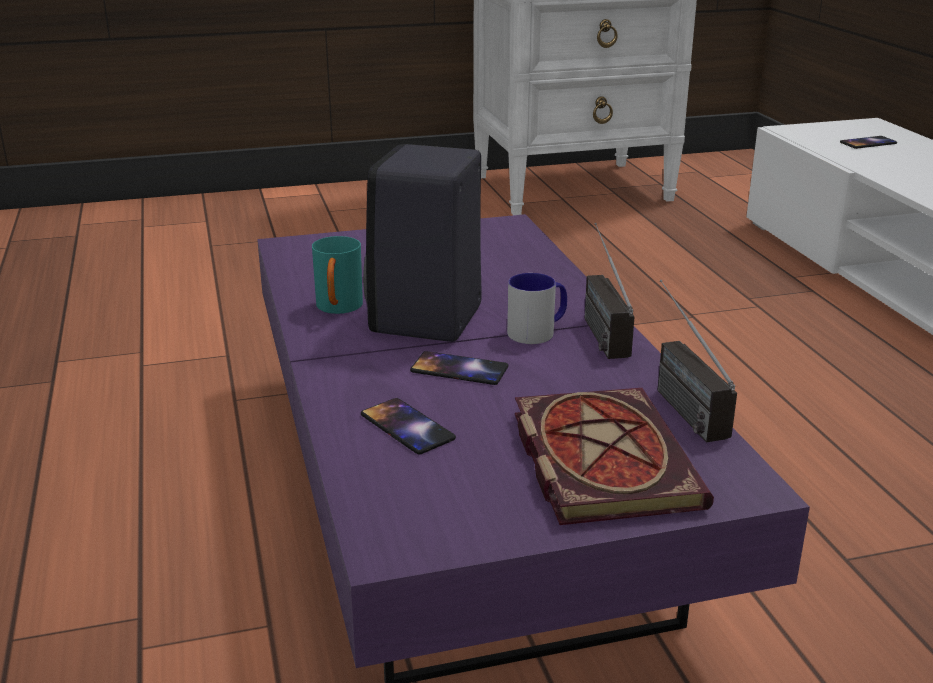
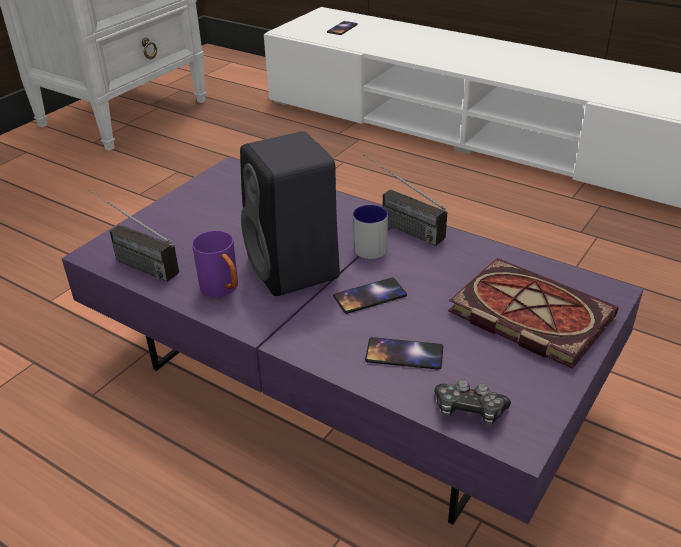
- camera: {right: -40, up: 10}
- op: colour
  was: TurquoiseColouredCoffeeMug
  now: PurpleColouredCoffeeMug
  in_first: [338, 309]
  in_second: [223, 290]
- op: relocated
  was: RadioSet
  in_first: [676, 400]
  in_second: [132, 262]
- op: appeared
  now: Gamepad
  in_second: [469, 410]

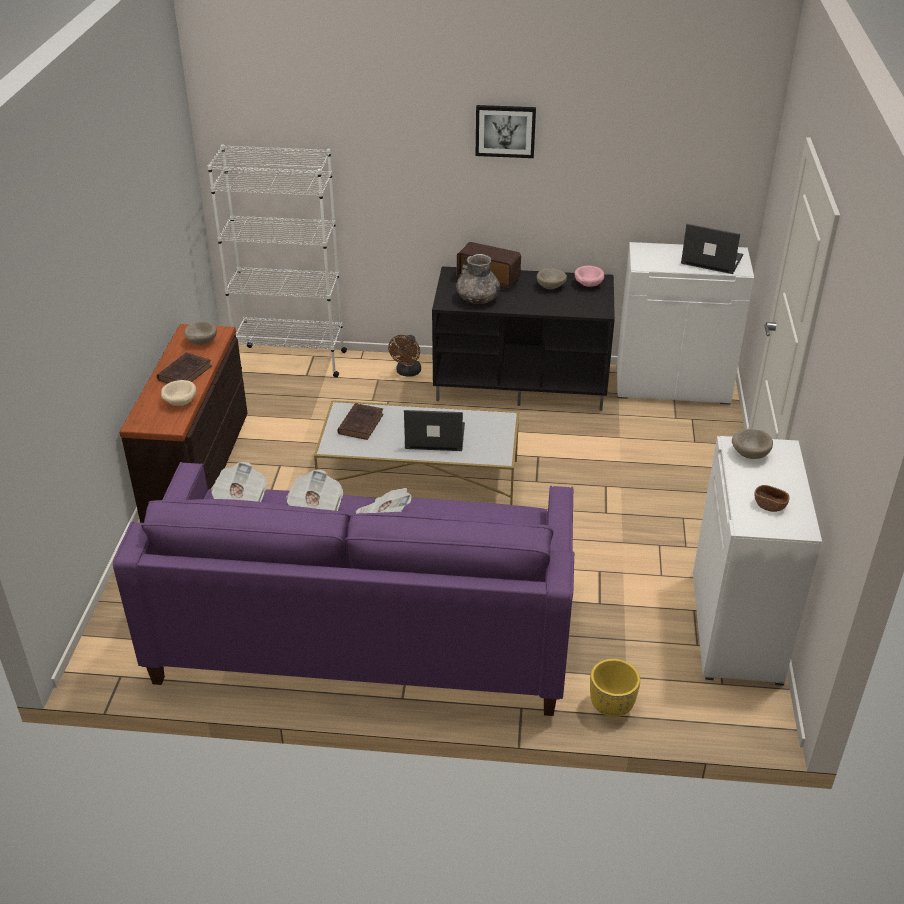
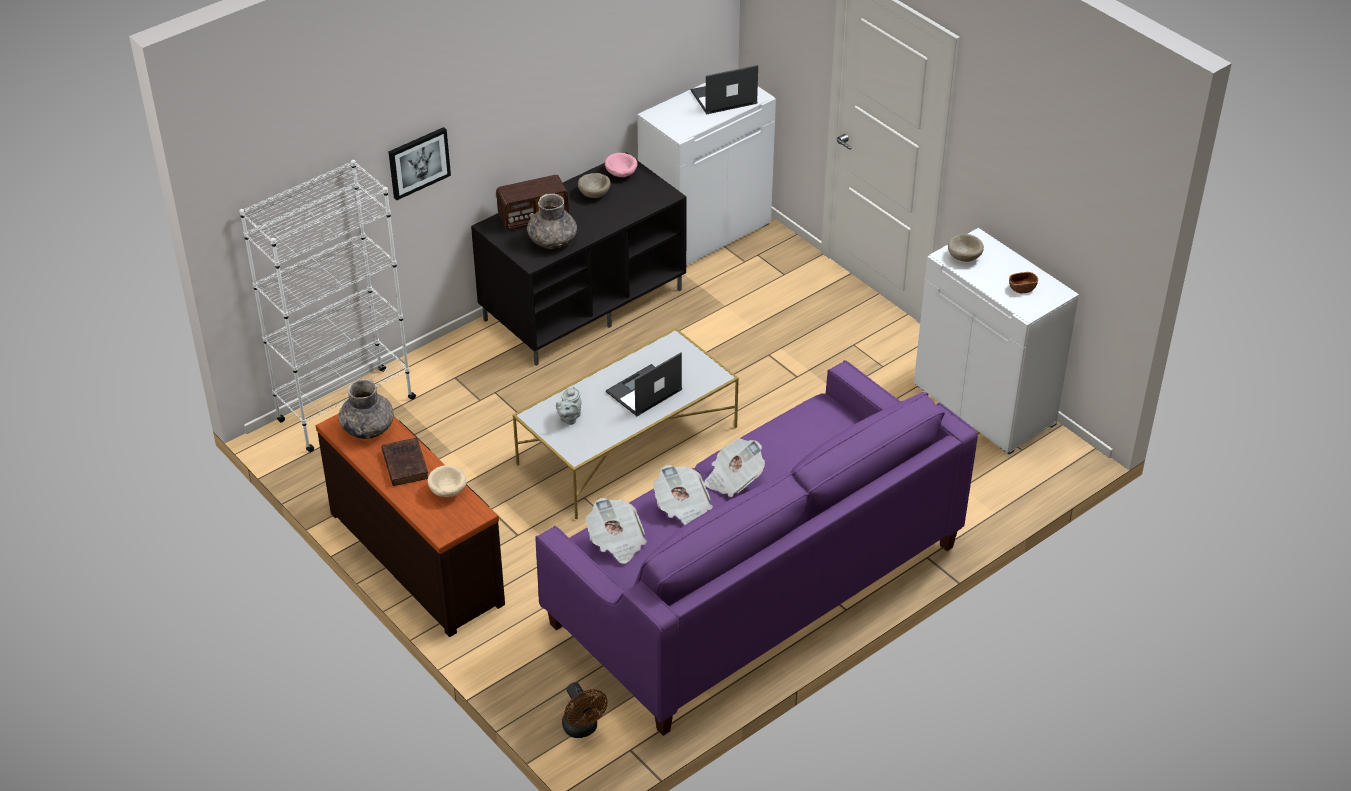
- camera: {right: -45, up: 5}
- op: relocated
  was: WallPicture
  in_first: [505, 131]
  in_second: [418, 162]
- op: exchanged
  was: SandColouredDeepDish
  now: GreyVase
  in_first: [201, 341]
  in_second: [367, 428]
- op: relocated
  was: BrownishCoolingFan
  in_first: [407, 373]
  in_second: [582, 729]
- op: exchanged
  was: BrownishBoundBook
  now: GreyTeaPot
  in_first: [361, 423]
  in_second: [569, 418]
- op: missing
  was: YellowColouredFlowerPot
  in_first: [611, 707]

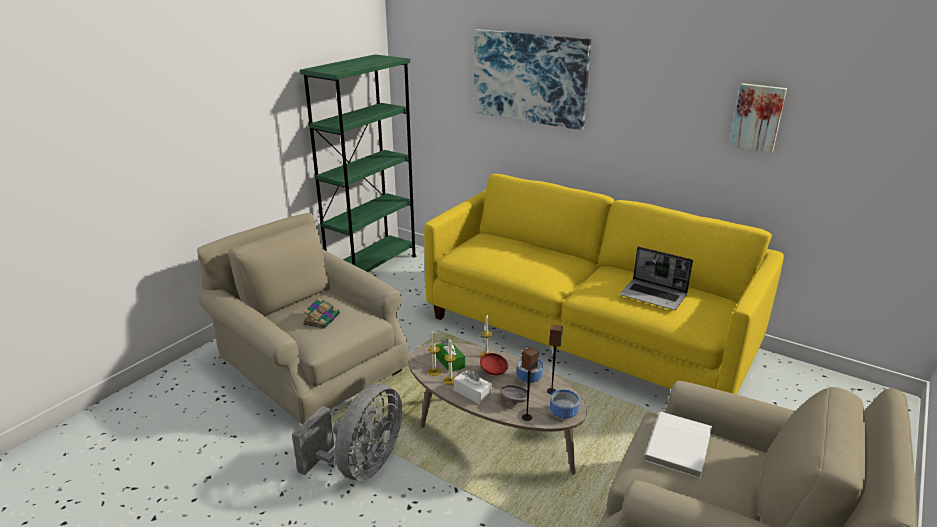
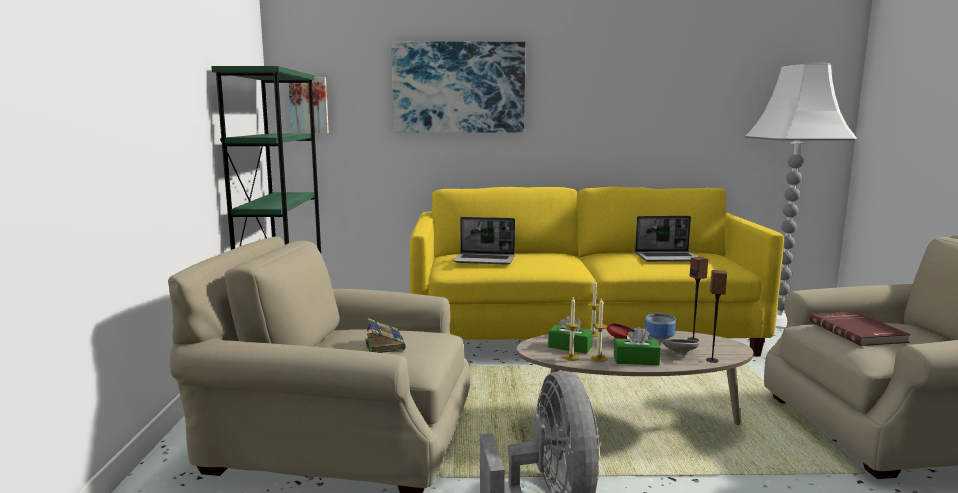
- camera: {right: -35, up: -15}
- op: relocated
  was: WallPicture
  in_first: [757, 117]
  in_second: [309, 105]
- op: colour
  was: WhiteColouredBoxOfTissues
  now: GreenishBoxOfTissues
  in_first: [472, 393]
  in_second: [636, 360]
- op: missing
  was: DeepDish
  in_first: [564, 414]
- op: colour
  was: WhiteColouredBoundBook
  now: ReddishBoundBook
  in_first: [679, 446]
  in_second: [858, 331]
- op: appeared
  now: WhiteColouredStandingLamp
  in_second: [779, 321]
- op: appeared
  now: NotebookComputer
  in_second: [485, 260]

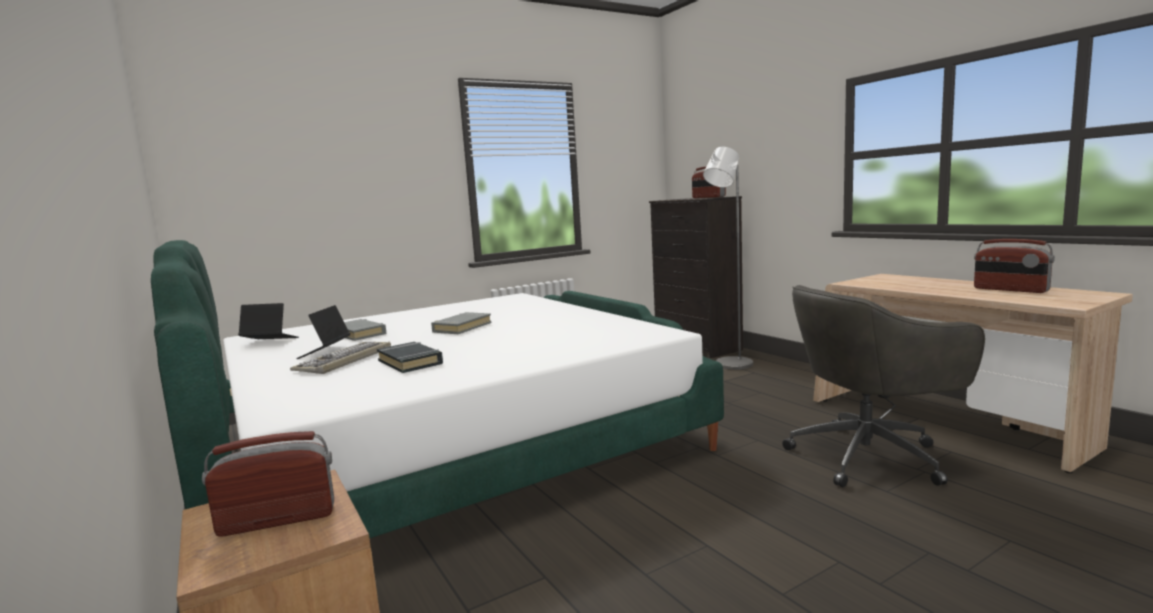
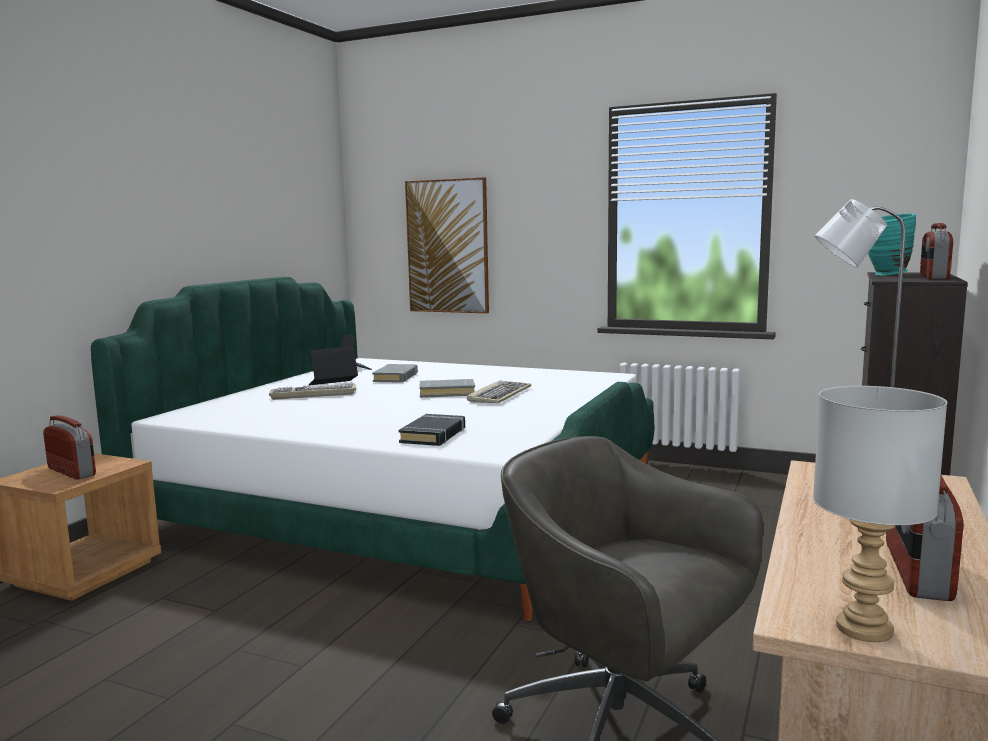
- camera: {right: 55, up: 0}
- op: relocated
  was: BlackBoundBook
  in_first: [410, 362]
  in_second: [433, 435]
- op: appeared
  now: WallPicture
  in_second: [448, 246]
- op: appeared
  now: TurquoiseColouredVase
  in_second: [884, 275]
- op: appeared
  now: ComputerKeyboard
  in_second: [499, 395]
- op: appeared
  now: GreyLampForATable
  in_second: [865, 628]

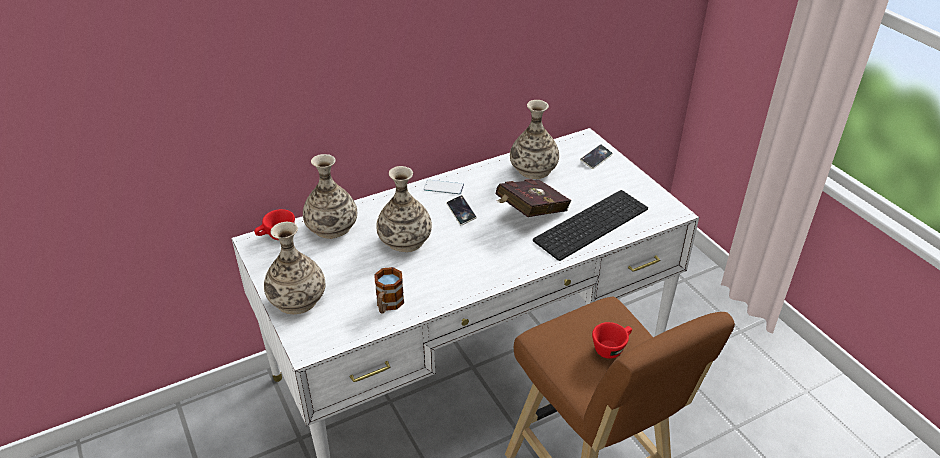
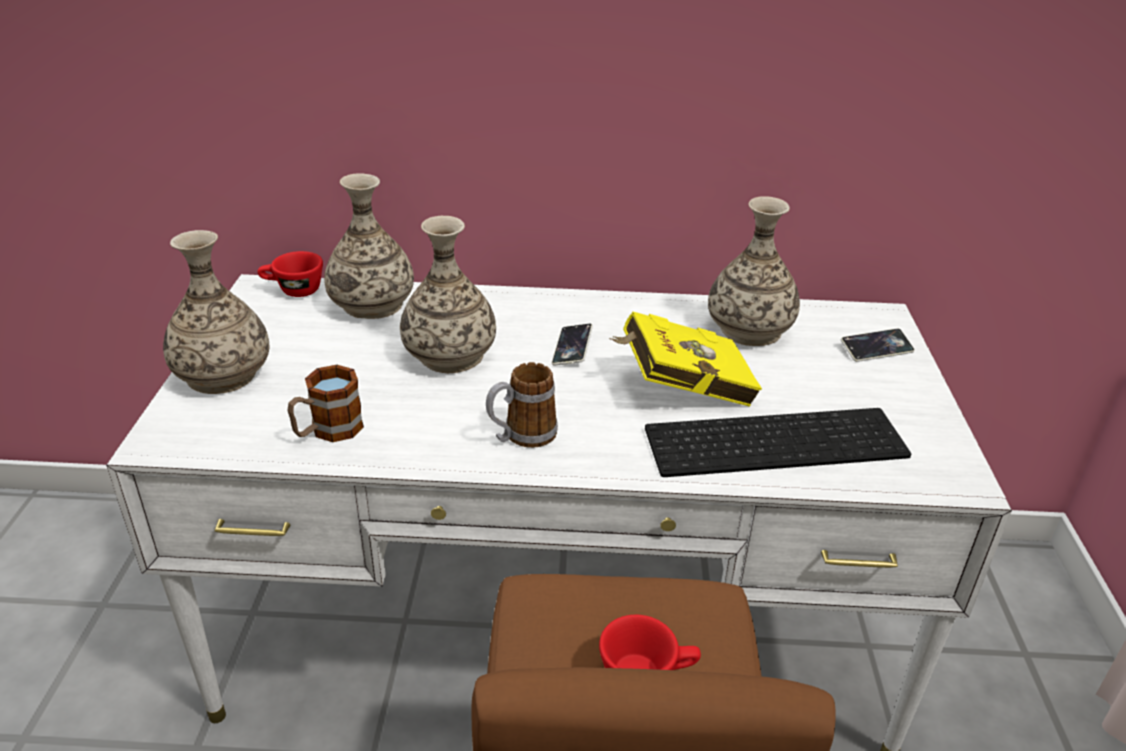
- camera: {right: 30, up: -5}
- op: colour
  was: ReddishBoundBook
  now: YellowColouredBoundBook
  in_first: [529, 213]
  in_second: [680, 387]
- op: missing
  was: Phone
  in_first: [443, 187]
- op: appeared
  now: CoffeeMug
  in_second: [521, 437]

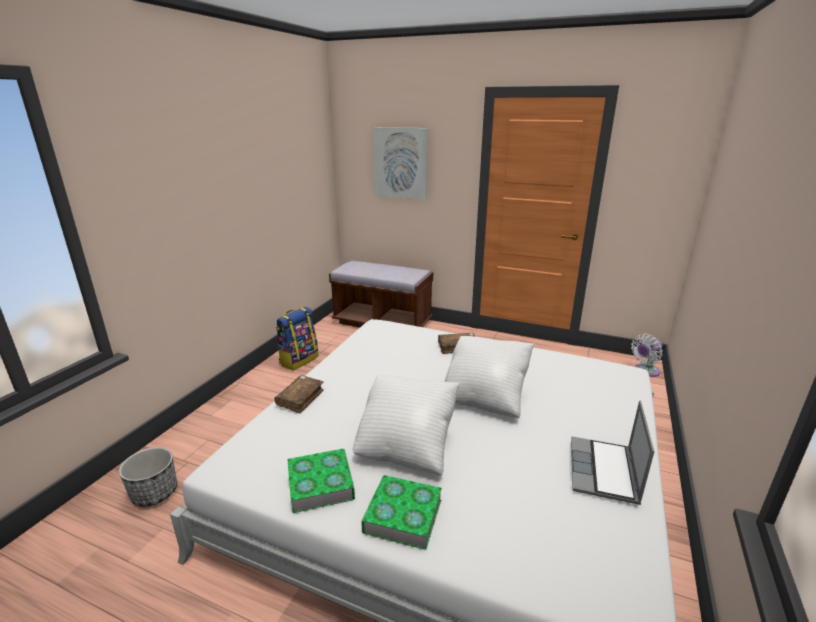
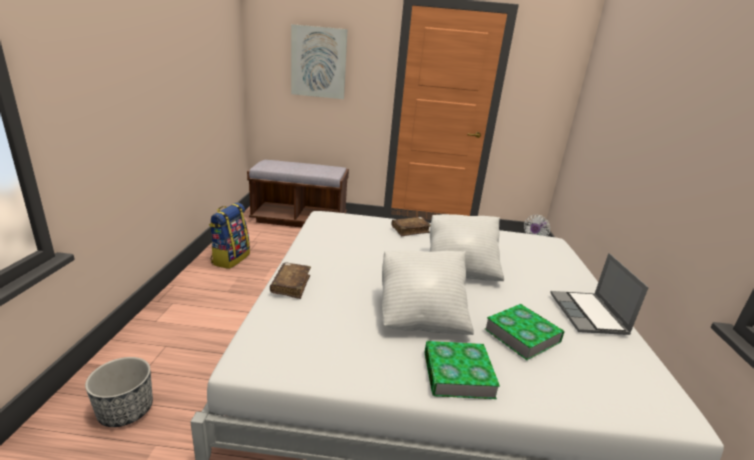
- camera: {right: -20, up: 0}
- op: relocated
  was: BoundBook
  in_first: [320, 484]
  in_second: [522, 335]

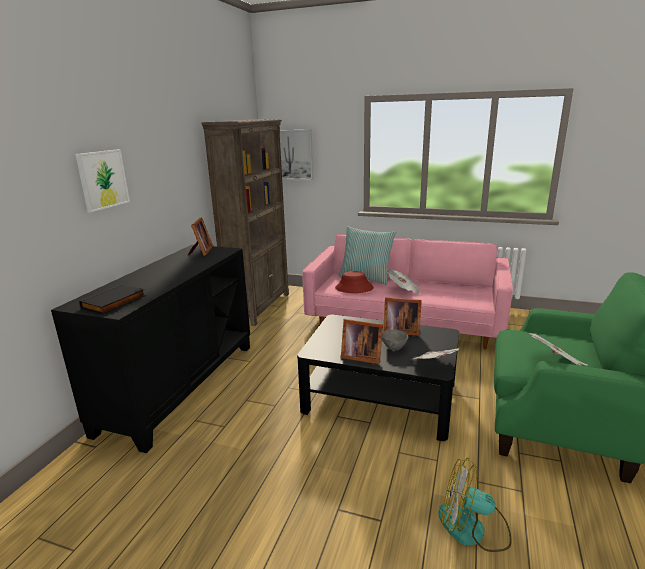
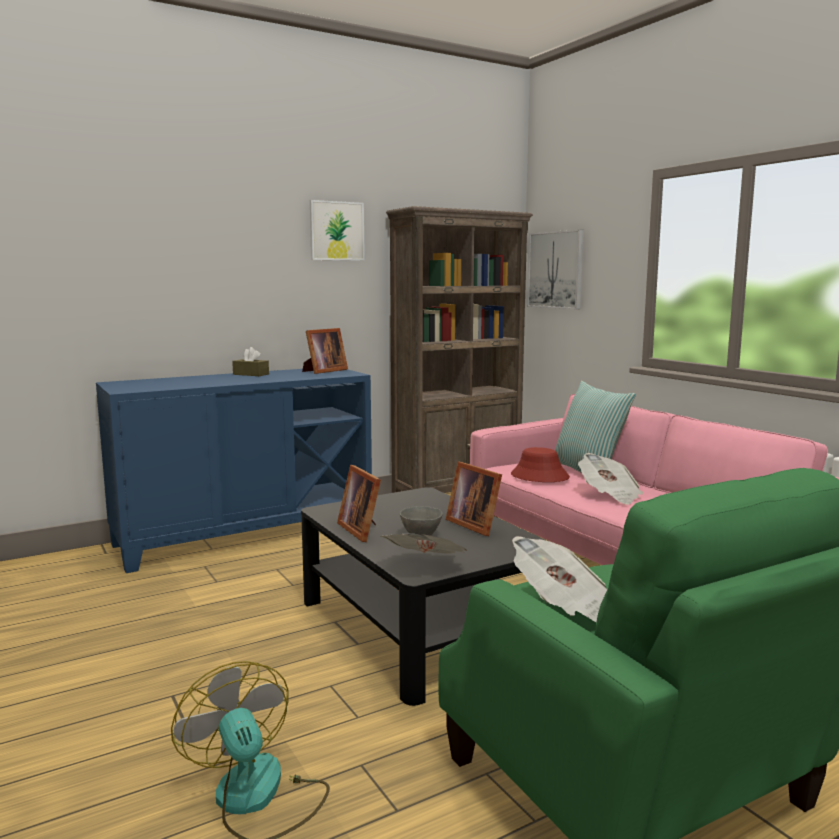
- camera: {right: 40, up: -10}
- op: relocated
  was: WallPicture
  in_first: [103, 179]
  in_second: [337, 231]
- op: colour
  was: BlackCabinet
  now: BlueCabinet
  in_first: [180, 385]
  in_second: [245, 535]
- op: missing
  was: BlackBoundBook
  in_first: [114, 302]
- op: appeared
  now: BrownishBoxOfTissues
  in_second: [251, 374]

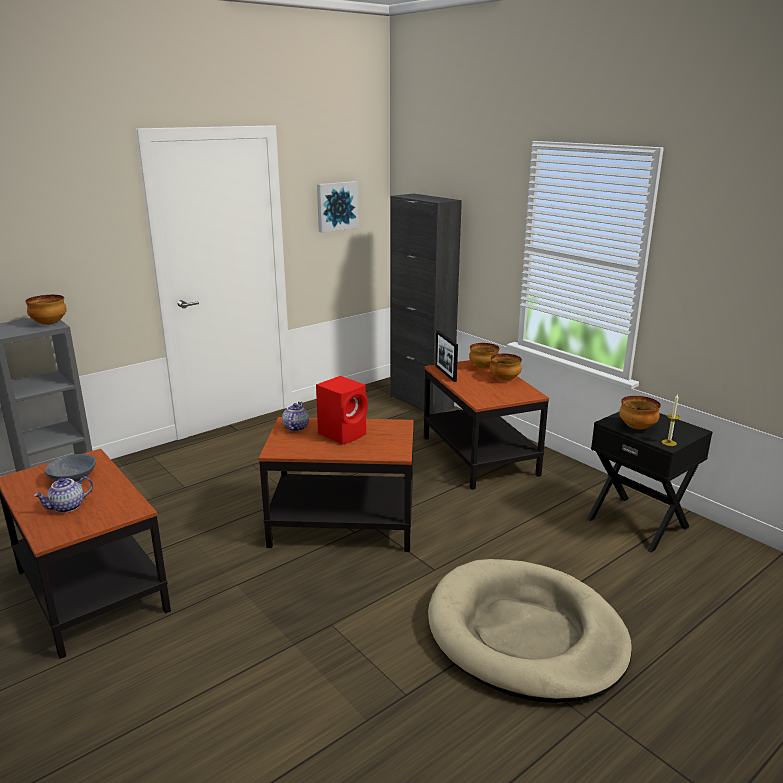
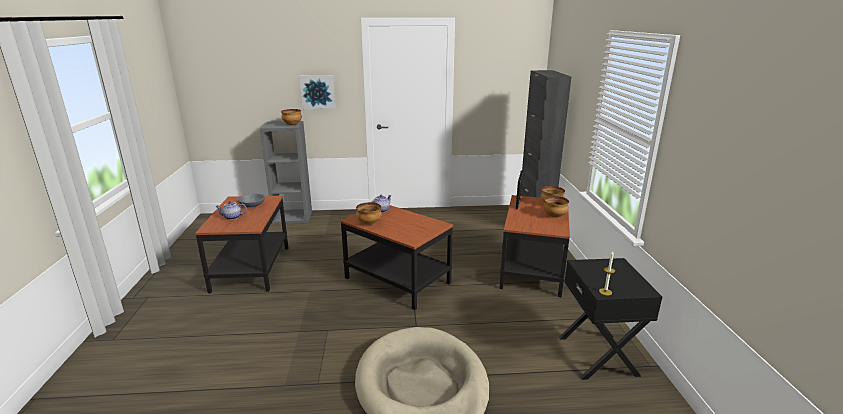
- camera: {right: 35, up: 0}
- op: relocated
  was: WallPicture
  in_first: [336, 206]
  in_second: [318, 91]
- op: missing
  was: ReddishSpeaker
  in_first: [343, 434]
- op: relocated
  was: DeepDish
  in_first: [636, 427]
  in_second: [369, 223]

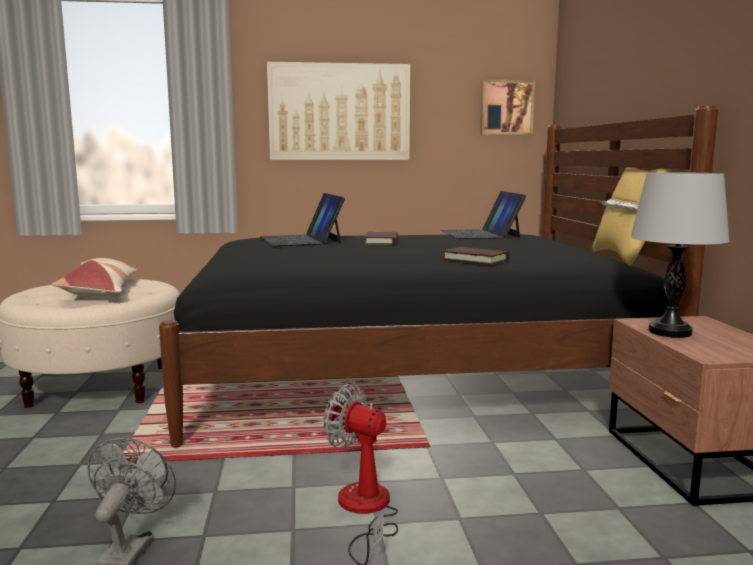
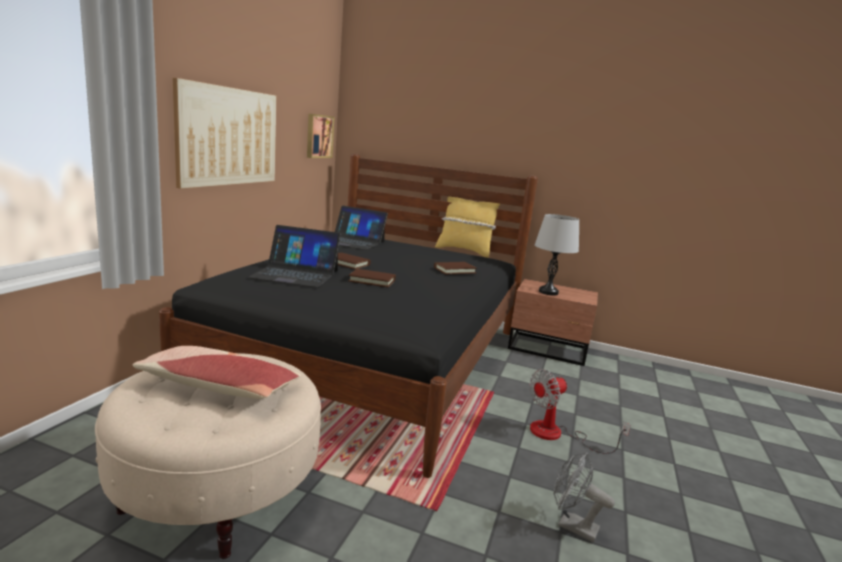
- camera: {right: -65, up: 5}
- op: appeared
  now: BrownishBoundBook
  in_second: [372, 280]

